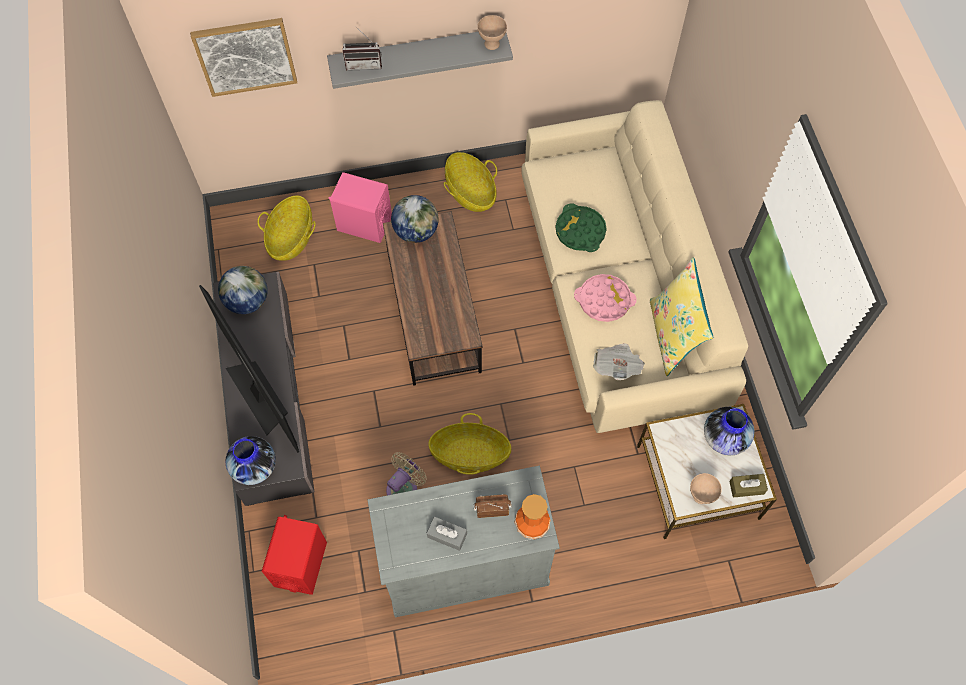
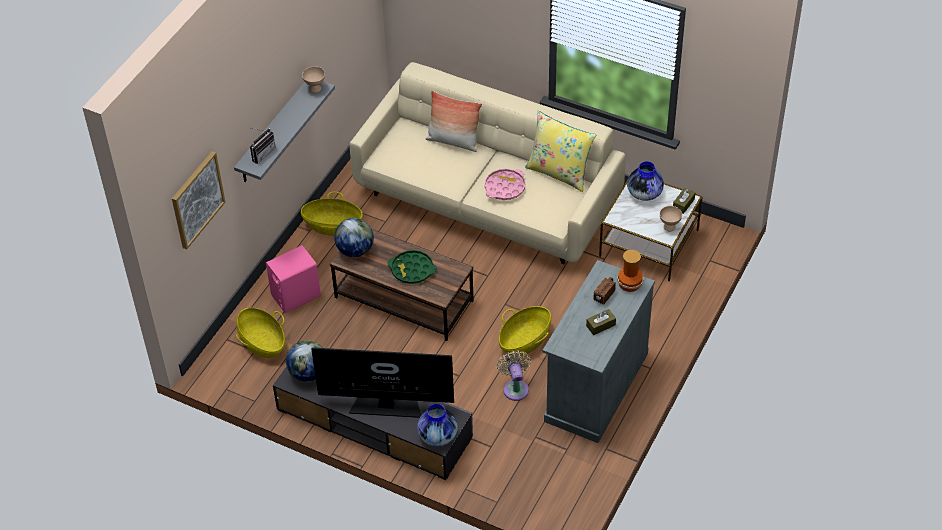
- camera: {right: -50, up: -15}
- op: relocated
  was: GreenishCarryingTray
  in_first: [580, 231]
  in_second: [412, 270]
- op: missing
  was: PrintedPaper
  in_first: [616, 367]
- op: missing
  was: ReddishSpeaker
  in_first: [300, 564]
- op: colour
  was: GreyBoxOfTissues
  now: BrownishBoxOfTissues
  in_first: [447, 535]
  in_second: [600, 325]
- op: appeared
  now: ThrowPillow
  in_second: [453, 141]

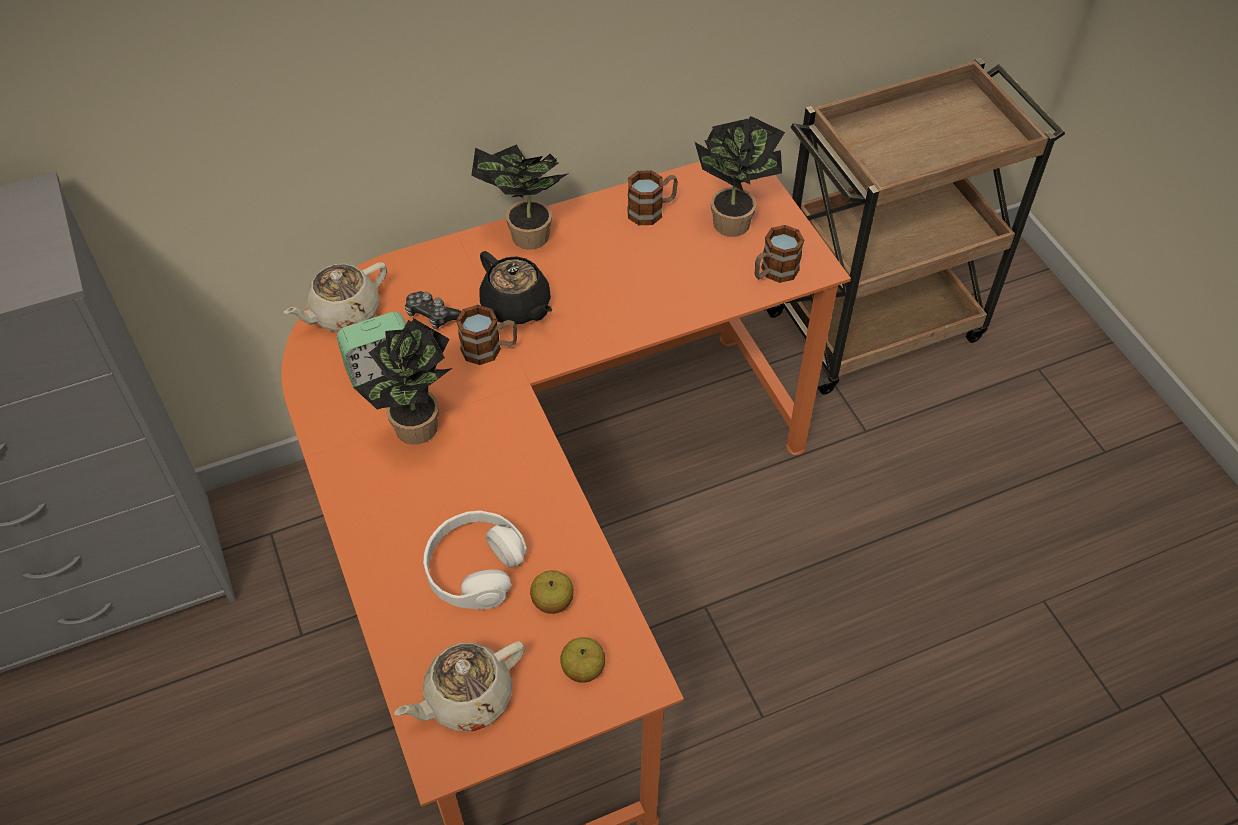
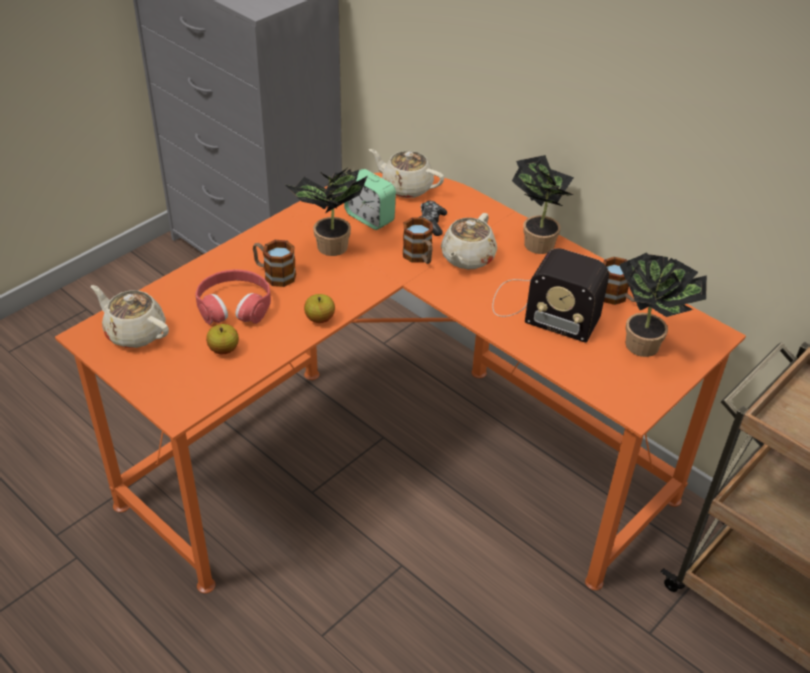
- camera: {right: 65, up: -10}
- op: relocated
  was: CoffeeMug
  in_first: [773, 272]
  in_second: [274, 274]
- op: colour
  was: BlackTeaPot
  now: SandColouredTeaPot
  in_first: [517, 307]
  in_second: [467, 258]
- op: colour
  was: WhiteColouredHeadphones
  now: ReddishHeadphones
  in_first: [474, 567]
  in_second: [234, 306]
- op: relocated
  was: AppleFruit
  in_first: [583, 669]
  in_second: [320, 318]
- op: appeared
  now: RadioSet
  in_second: [541, 308]

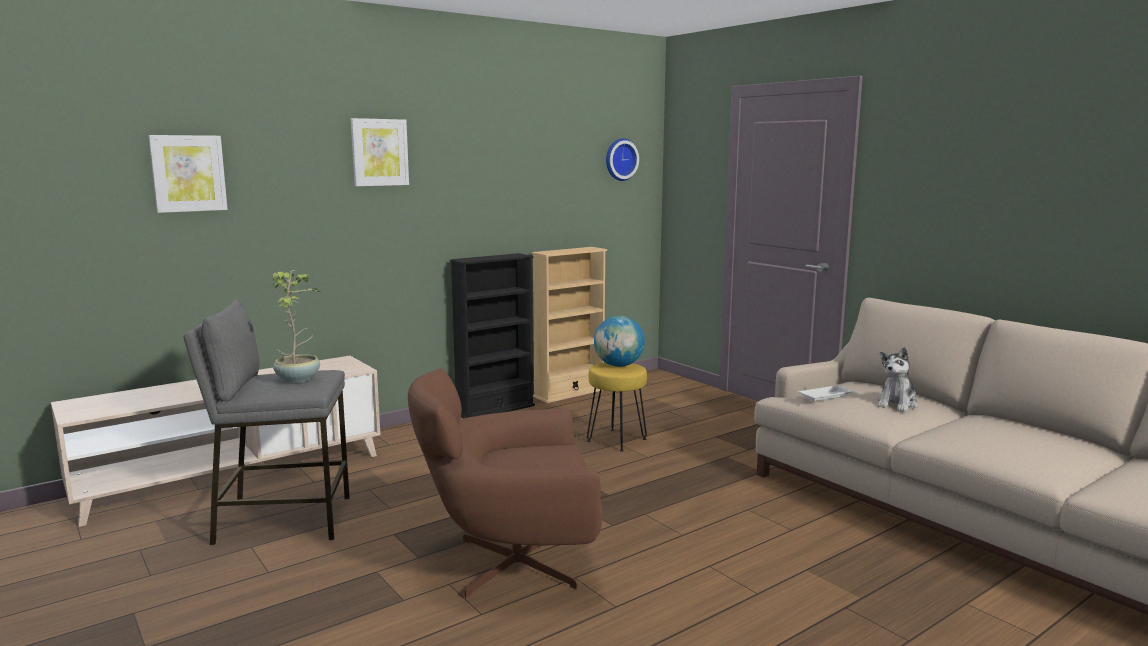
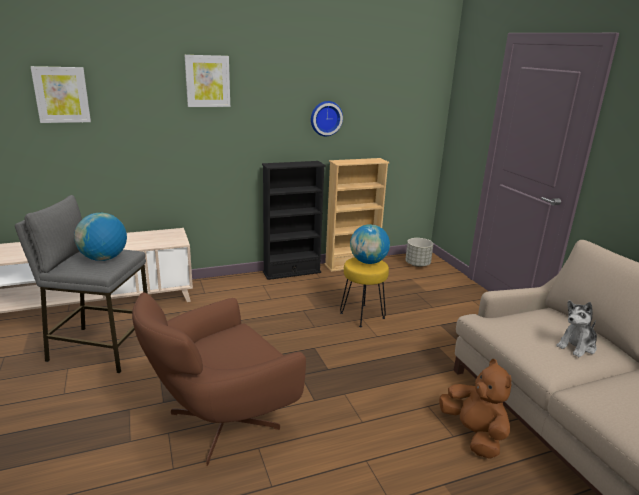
- camera: {right: 15, up: 10}
- op: relocated
  was: WallClock
  in_first: [619, 159]
  in_second: [325, 118]
- op: exchanged
  was: Houseplant
  now: WorldGlobe
  in_first: [299, 379]
  in_second: [104, 258]
- op: spun
  was: BrownishLoungeChair
  in_first: [510, 564]
  in_second: [220, 423]
  clockwise: -45
- op: missing
  was: WhiteColouredCarryingTray
  in_first: [826, 396]
- op: appeared
  now: GreyFlowerPot
  in_second: [417, 264]
- op: appeared
  now: BrownishPlushToy
  in_second: [473, 434]

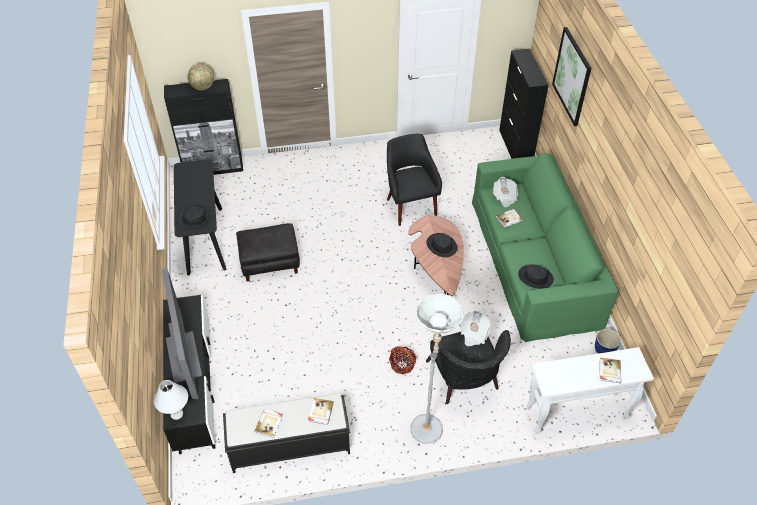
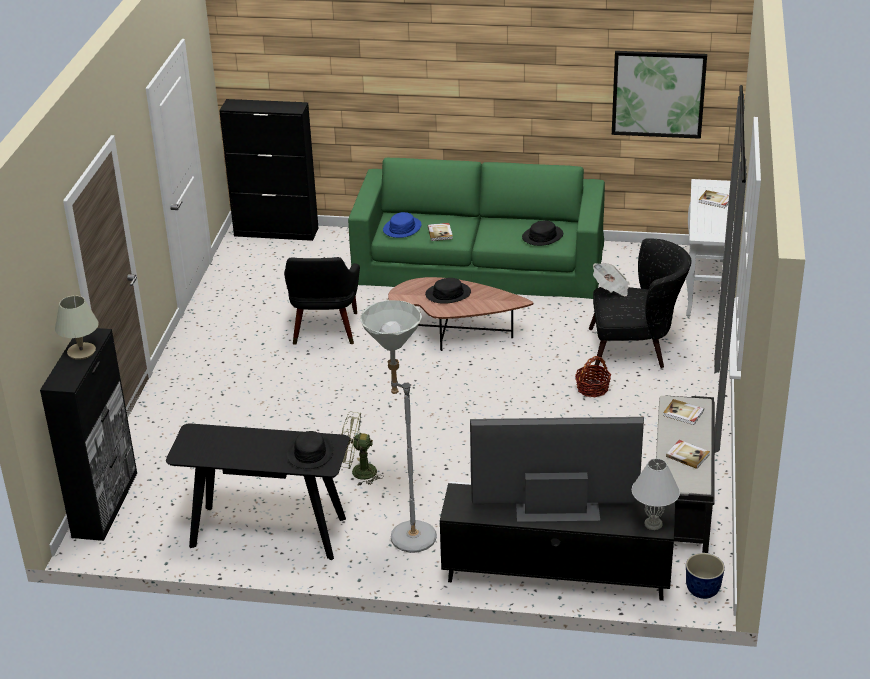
- camera: {right: -70, up: -15}
- op: relocated
  was: WallPicture
  in_first: [572, 76]
  in_second: [658, 94]
- op: exchanged
  was: WorldGlobe
  now: SandColouredLampForATable
  in_first: [203, 87]
  in_second: [82, 352]
- op: spun
  was: BlackLoungeChair
  in_first: [410, 205]
  in_second: [325, 331]
  clockwise: -90
- op: exchanged
  was: PrintedPaper
  now: BlueHat
  in_first: [504, 197]
  in_second: [402, 228]
- op: exchanged
  was: BlackFootrest
  now: GreenishCoolingFan
  in_first: [269, 263]
  in_second: [358, 472]
- op: relocated
  was: GreyStandingLamp
  in_first: [428, 423]
  in_second: [405, 534]
- op: relocated
  was: FlowerPot
  in_first: [604, 350]
  in_second: [703, 590]

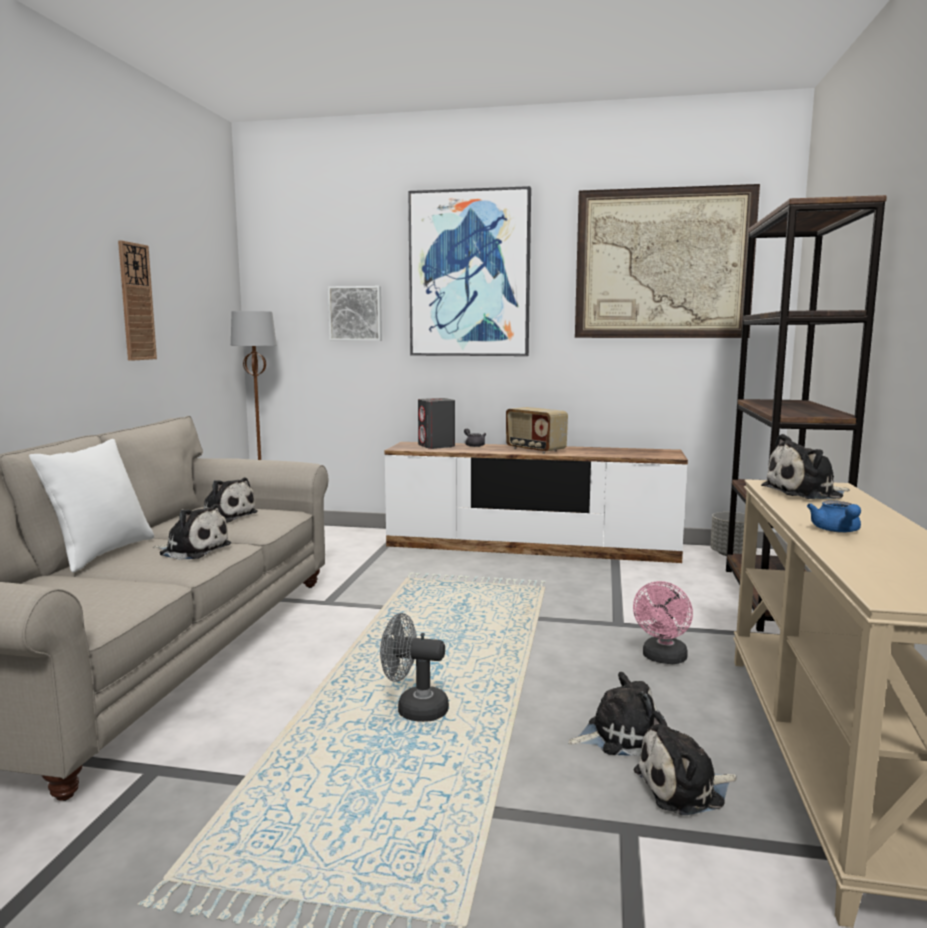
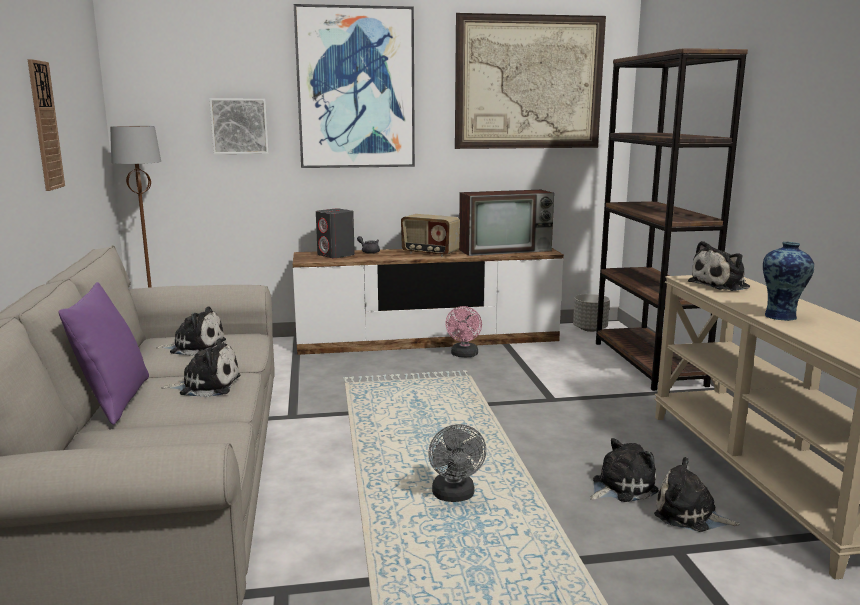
- camera: {right: -20, up: 5}
- op: colour
  was: WhiteColouredThrowPillow
  now: PurpleColouredThrowPillow
  in_first: [101, 553]
  in_second: [114, 401]
- op: exchanged
  was: BlueTeaPot
  now: Vase
  in_first: [836, 531]
  in_second: [781, 316]
- op: relocated
  was: PinkColouredCoolingFan
  in_first: [663, 659]
  in_second: [464, 355]
- op: spun
  was: GreyCoolingFan
  in_first: [414, 709]
  in_second: [455, 496]
  clockwise: -90
- op: spun
  was: PlushToy
  in_first: [684, 788]
  in_second: [690, 515]
  clockwise: 60
- op: appeared
  now: Tv
  in_second: [506, 250]

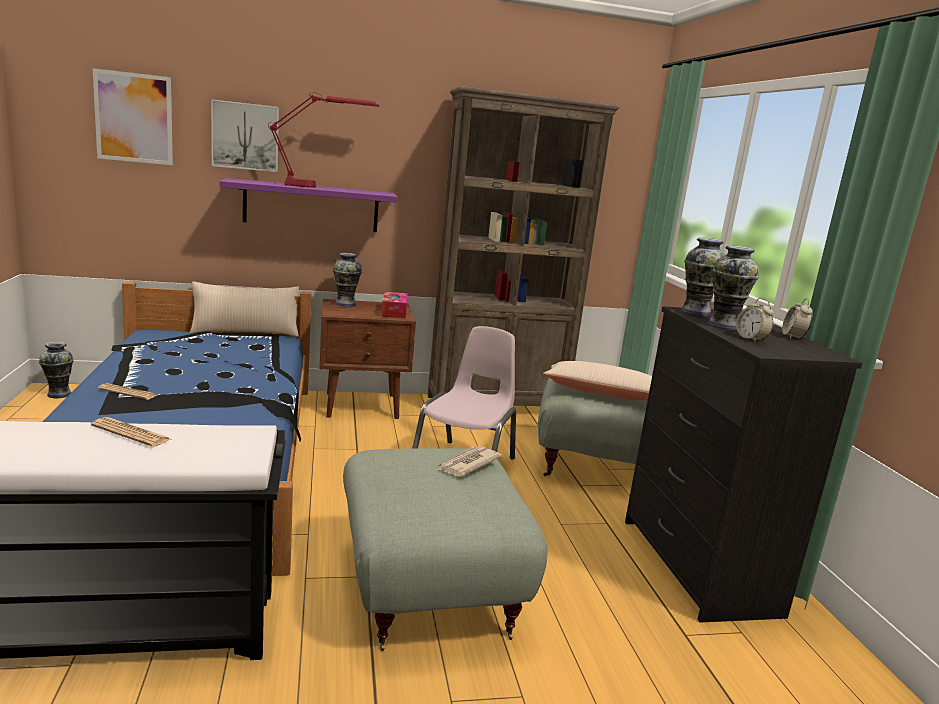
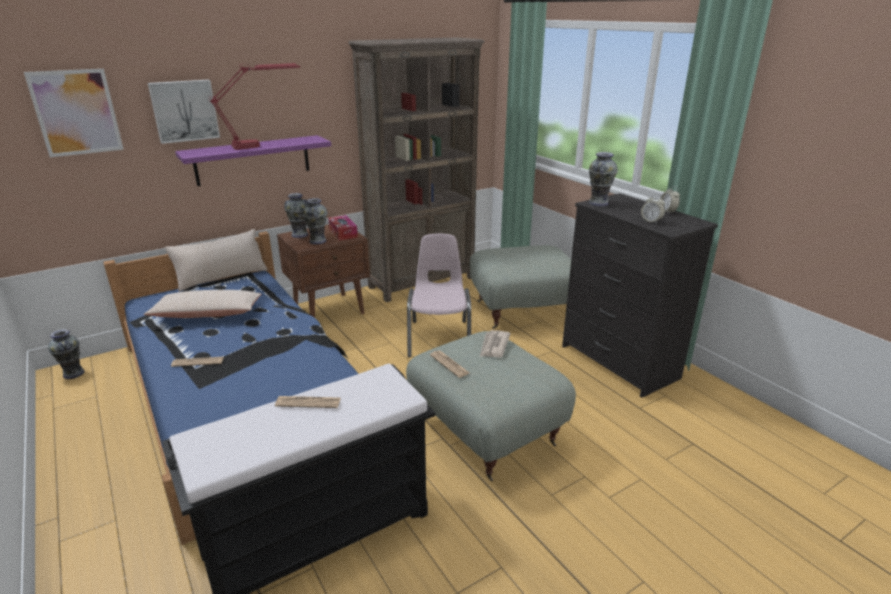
- camera: {right: -20, up: 10}
- op: relocated
  was: Vase
  in_first: [723, 325]
  in_second: [317, 241]
- op: relocated
  was: SandColouredThrowPillow
  in_first: [604, 394]
  in_second: [207, 314]
- op: appeared
  now: PrintedPaper
  in_second: [449, 364]

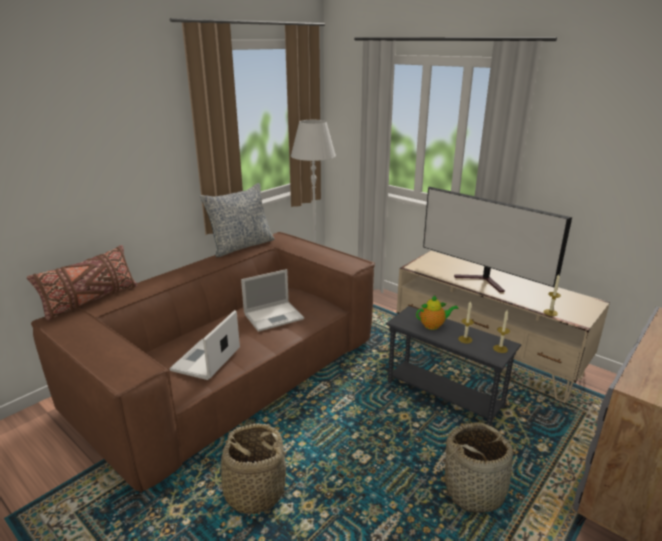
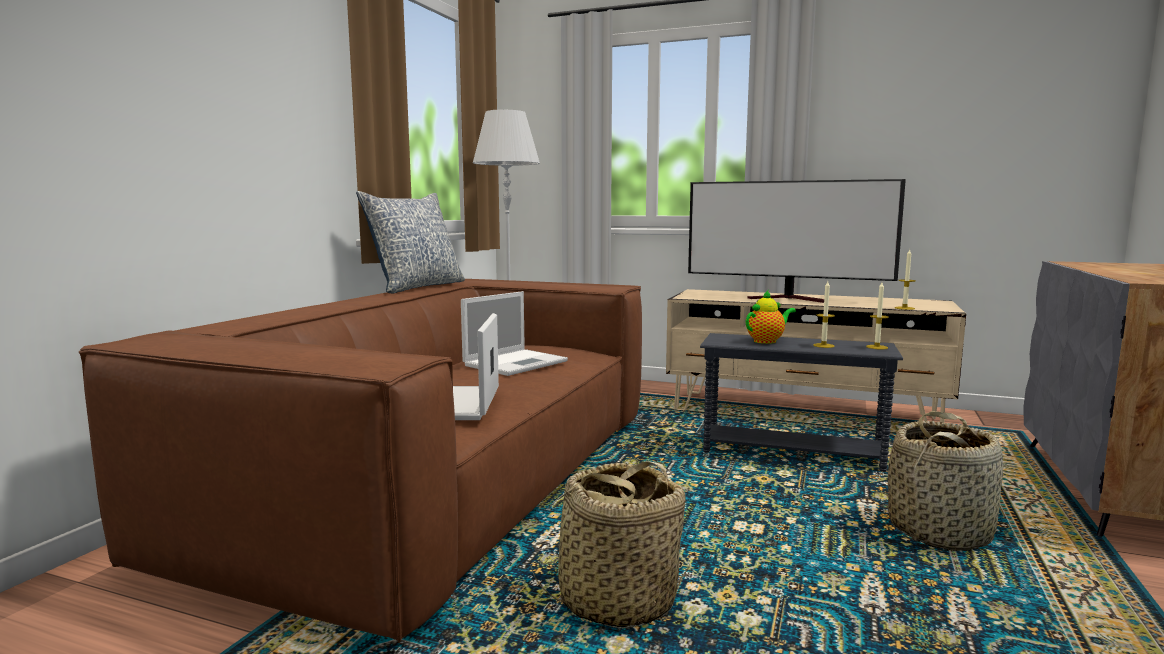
- camera: {right: -20, up: -15}
- op: missing
  was: BrownishThrowPillow
  in_first: [91, 301]

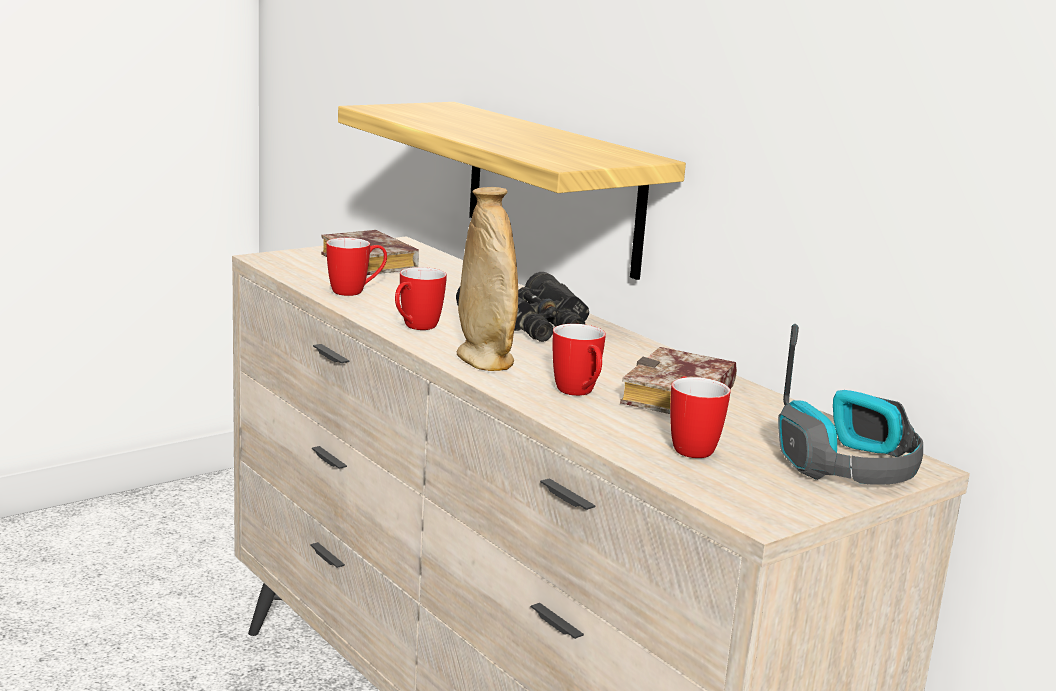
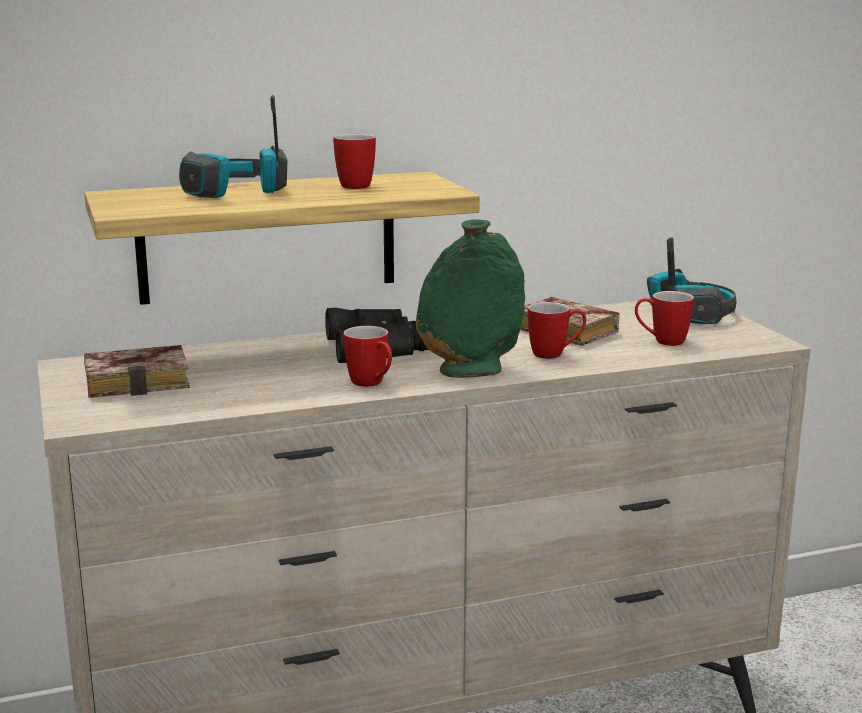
- camera: {right: -70, up: 0}
- op: colour
  was: SandColouredVase
  now: GreenishVase
  in_first: [484, 360]
  in_second: [470, 371]
- op: relocated
  was: CoffeeMug
  in_first: [356, 291]
  in_second: [355, 184]
- op: appeared
  now: Headphones
  in_second: [234, 192]

